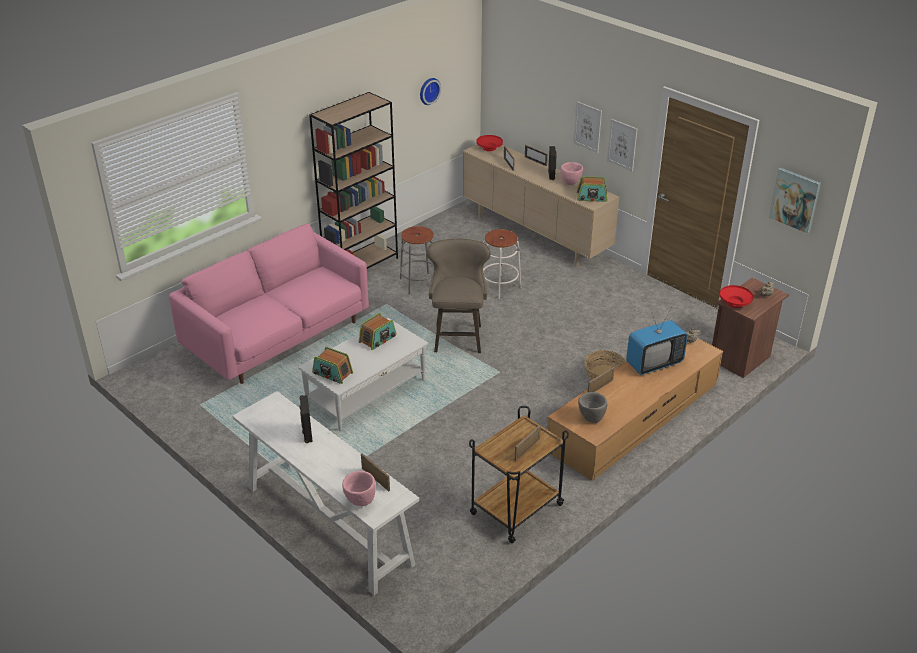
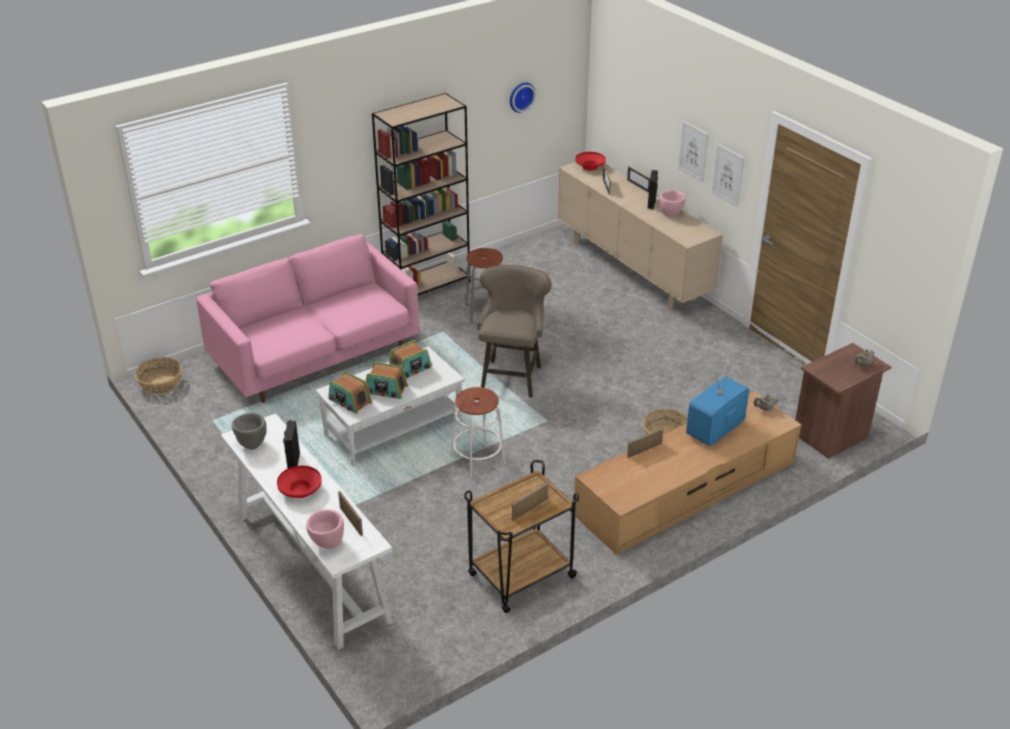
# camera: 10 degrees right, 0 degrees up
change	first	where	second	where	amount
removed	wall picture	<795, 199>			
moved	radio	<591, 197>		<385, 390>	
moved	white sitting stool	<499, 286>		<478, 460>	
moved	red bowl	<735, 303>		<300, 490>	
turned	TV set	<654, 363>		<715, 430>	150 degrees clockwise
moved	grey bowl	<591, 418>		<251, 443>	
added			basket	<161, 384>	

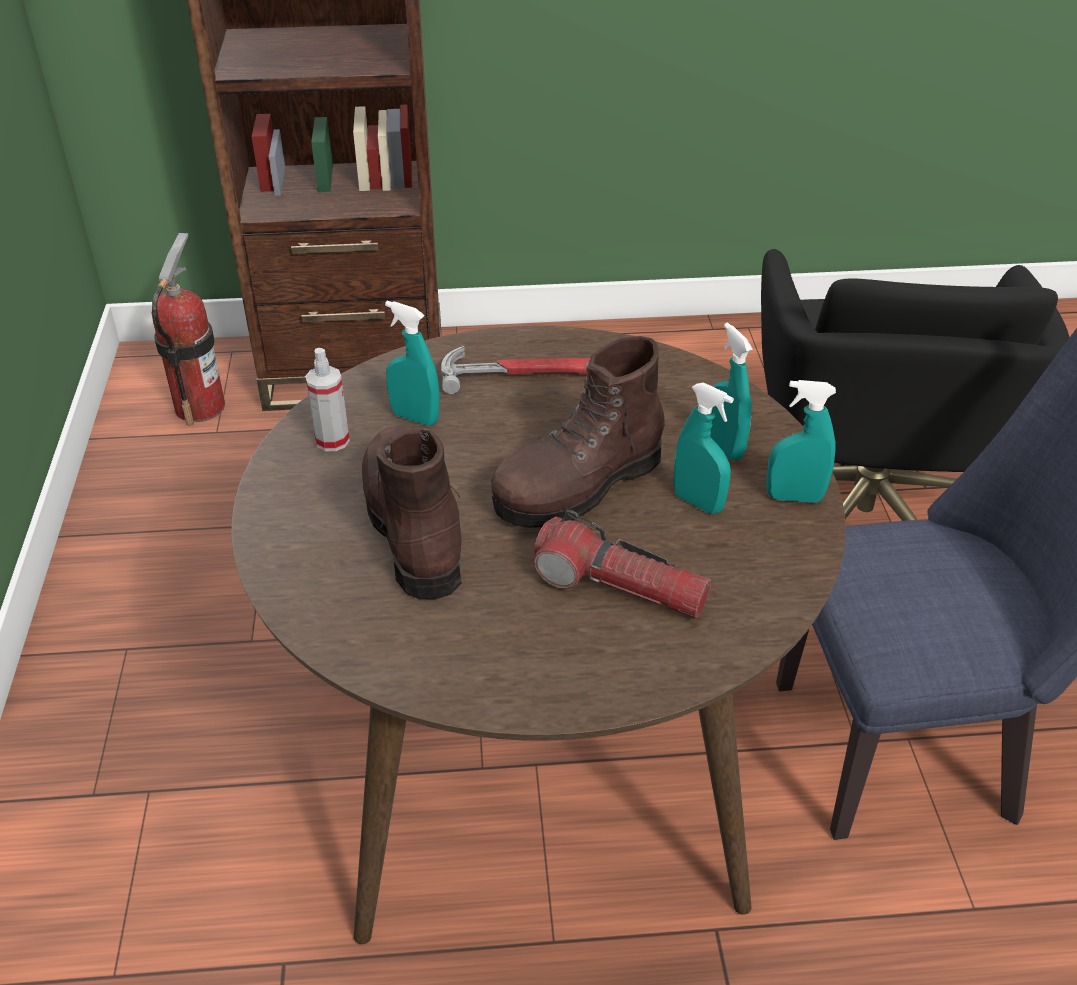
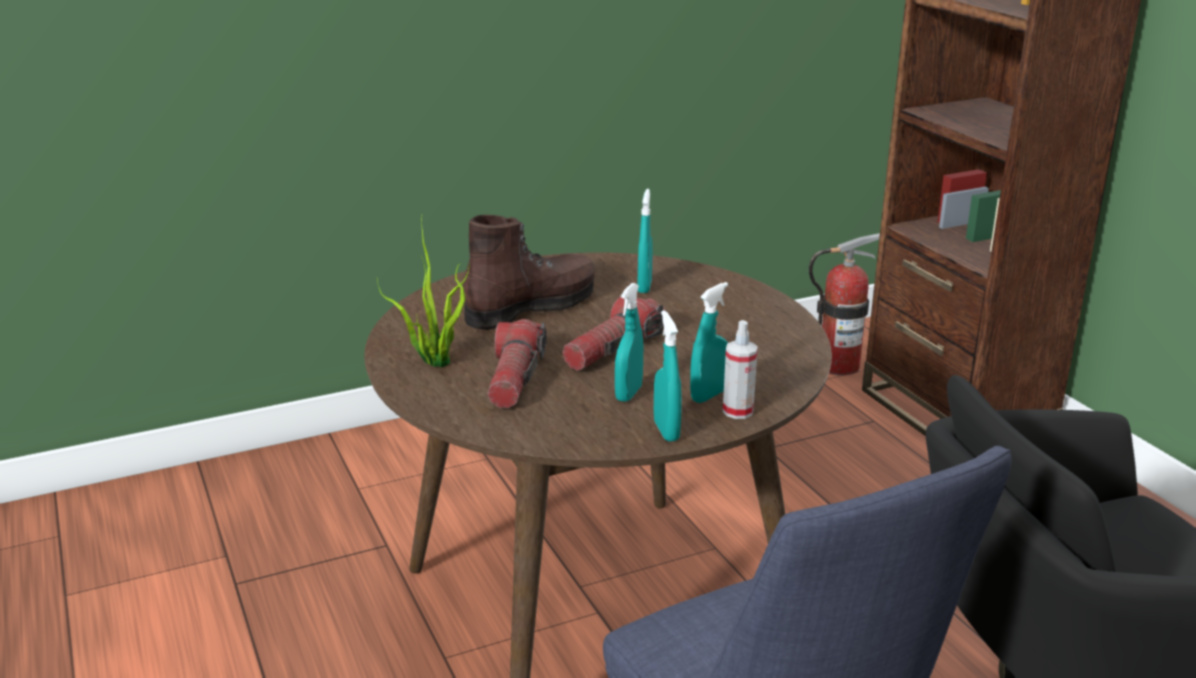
# camera: 70 degrees right, 15 degrees down
change	first	where	second	where	amount
replaced	brown-coloured high-top boot	<579, 486>	flashlight	<613, 349>	
removed	hand hammer	<518, 373>			
moved	spray bottle	<332, 441>		<738, 411>	
added			plant in a pot	<434, 361>	

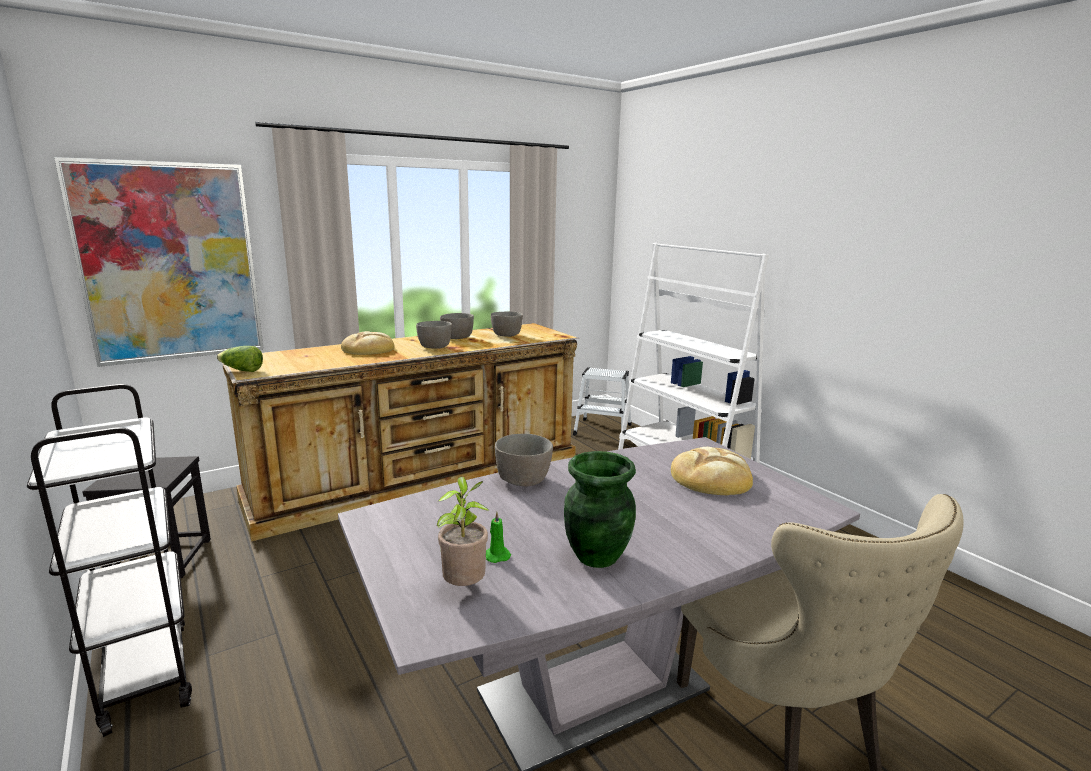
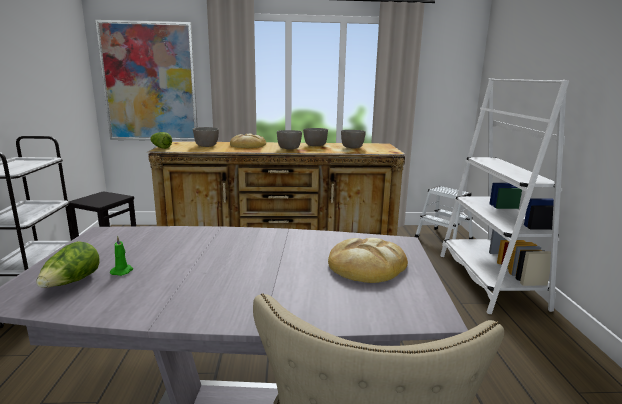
# camera: 30 degrees right, 0 degrees up
change	first	where	second	where	amount
moved	grey bowl	<524, 480>		<206, 146>	
removed	green-coloured decorative vase	<596, 556>			
replaced	plant in a pot	<464, 587>	lettuce head	<71, 282>	

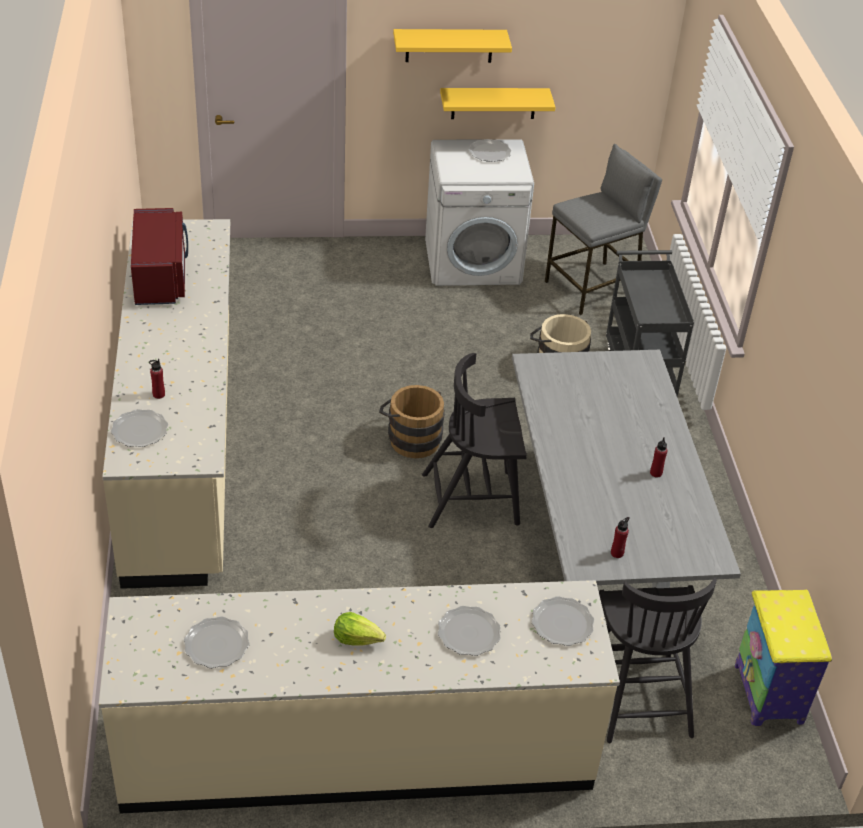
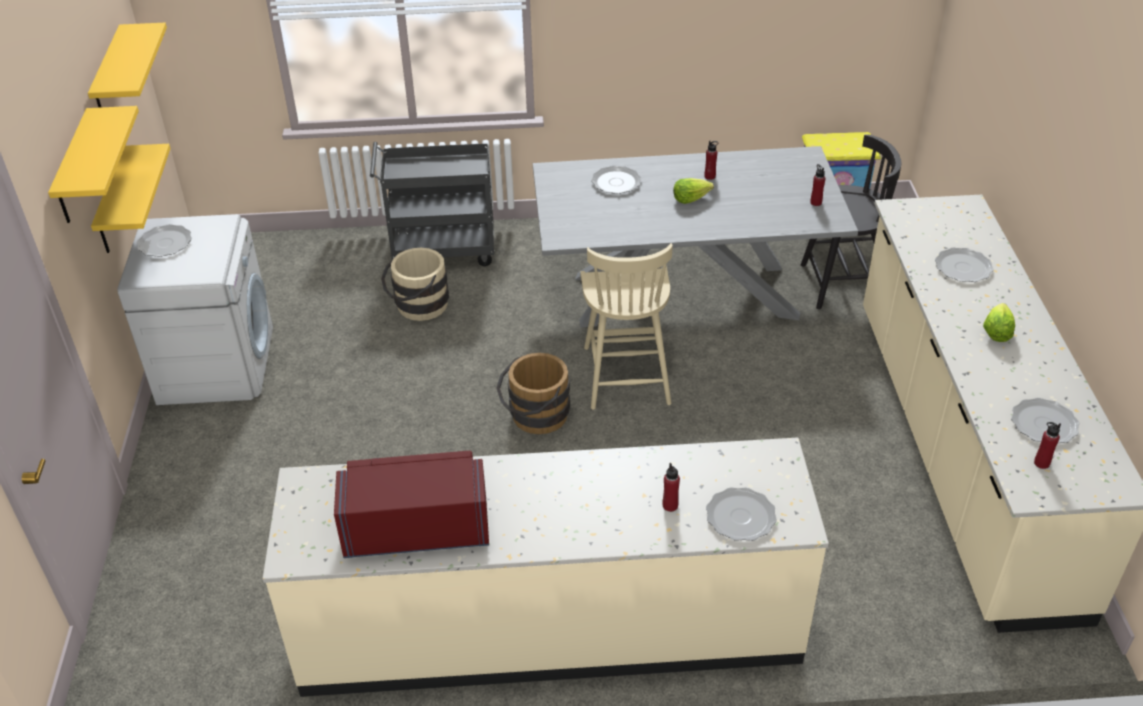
# camera: 85 degrees left, 0 degrees up
change	first	where	second	where	amount
removed	grey sitting stool	<593, 288>			
recoloured	blackish plain chair	<473, 498>	sand-coloured plain chair	<626, 372>	
moved	plate	<562, 623>		<615, 182>	
added			yellow-coloured bracket shelf	<109, 77>	
added			lettuce head	<690, 198>	
added			red beverage bottle	<1041, 463>	

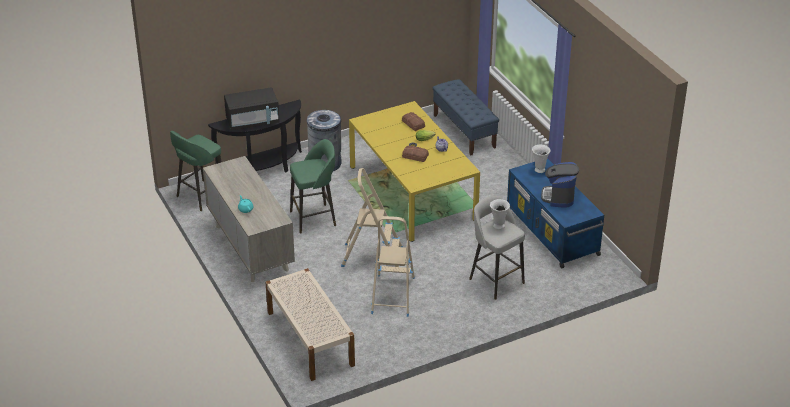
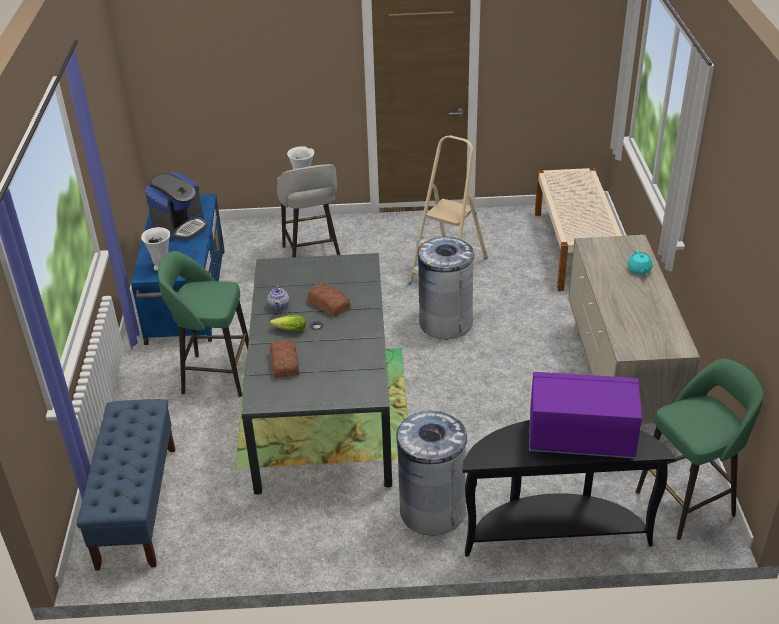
# camera: 155 degrees left, 0 degrees up
change	first	where	second	where	amount
recoloured	blackish microwave	<253, 121>	purplish microwave	<580, 437>	
recoloured	yellow-coloured dining table	<412, 193>	grey dining table	<324, 404>	
moved	green-coloured sitting stool	<314, 218>		<215, 375>	
replaced	sand-coloured stepladder	<373, 257>	grey rubbish bin	<445, 322>	

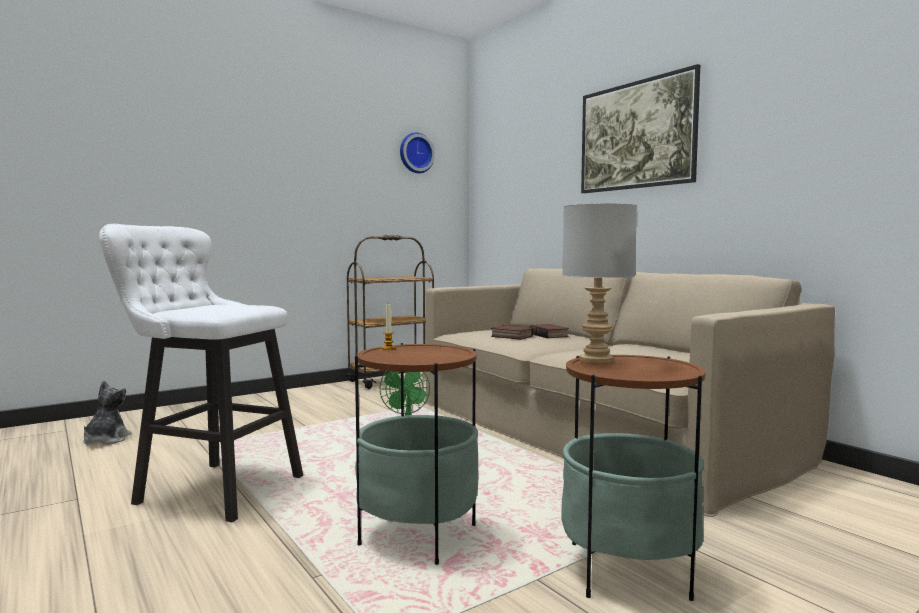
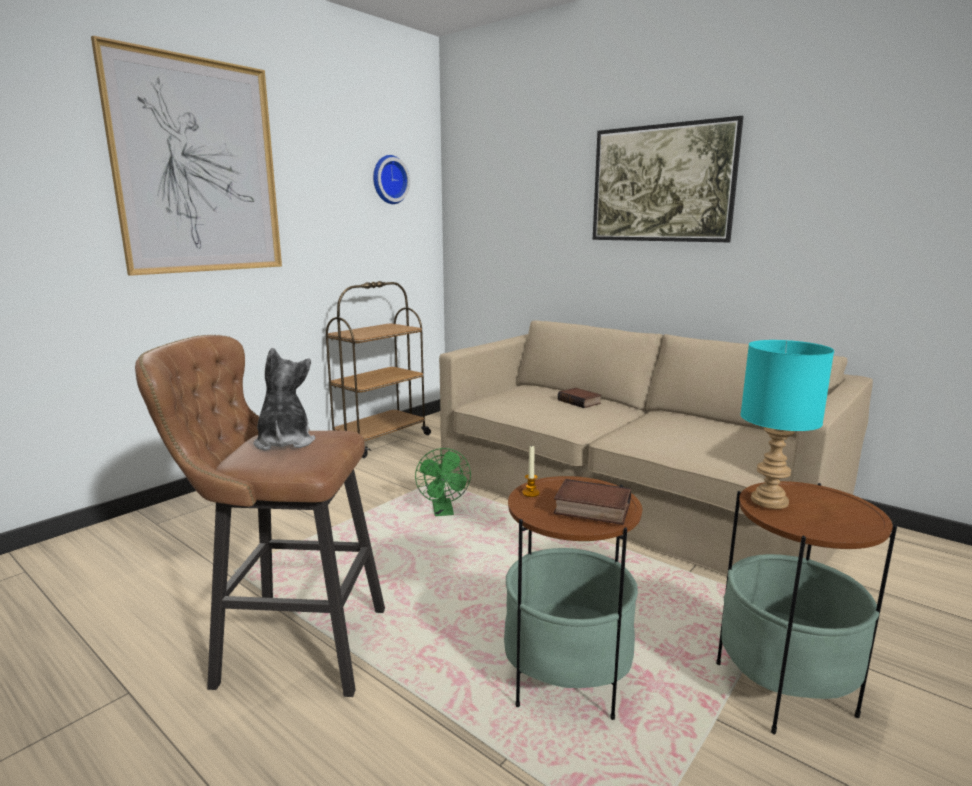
# camera: 15 degrees left, 10 degrees up
change	first	where	second	where	amount
recoloured	grey tabletop lamp	<595, 360>	blue-green tabletop lamp	<768, 501>	
recoloured	white sitting stool	<207, 487>	brown-coloured sitting stool	<283, 644>	
moved	book	<510, 336>		<590, 509>	
moved	cuddly toy	<106, 440>		<284, 442>	
added			wall picture	<198, 167>	

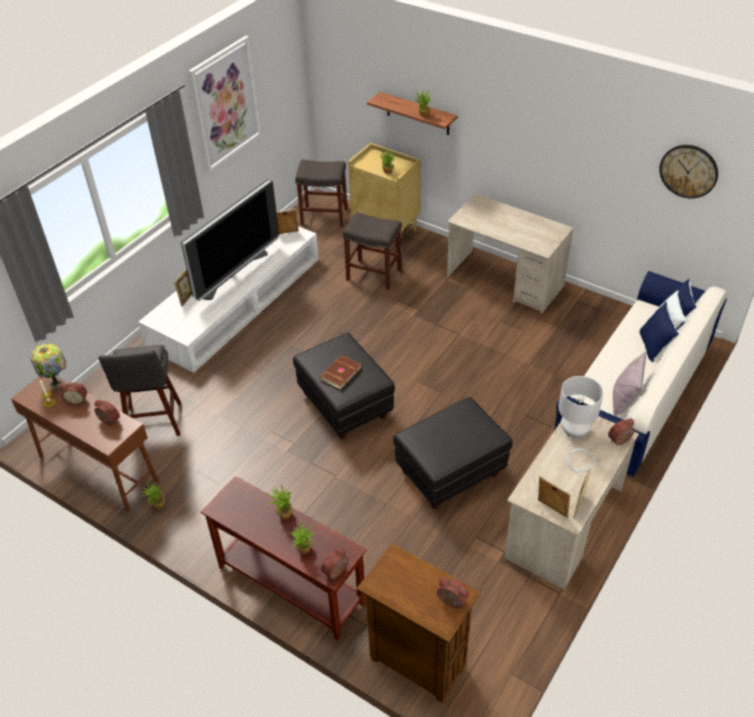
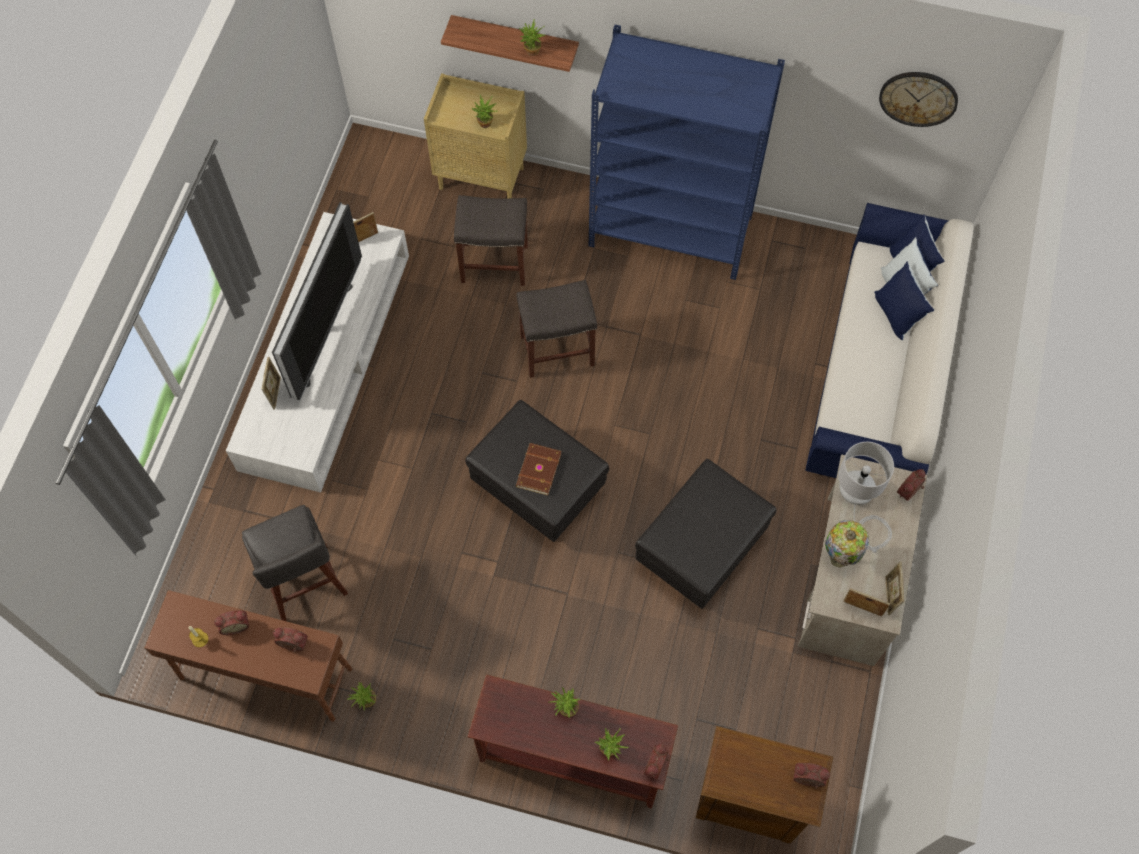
# camera: 20 degrees left, 20 degrees up
change	first	where	second	where	amount
removed	wall picture	<225, 104>			
moved	grey sitting stool	<325, 216>		<558, 349>	
replaced	sand-coloured desk	<505, 281>	bluish bookshelf	<670, 231>	
moved	tabletop lamp	<57, 383>		<840, 557>	
removed	purplish pillow	<623, 401>			

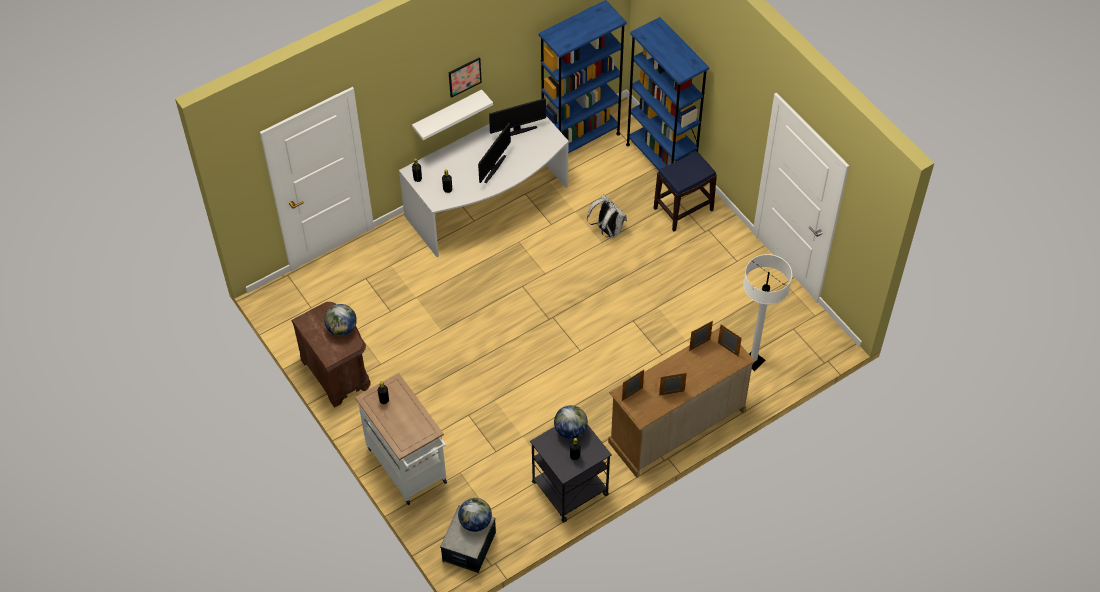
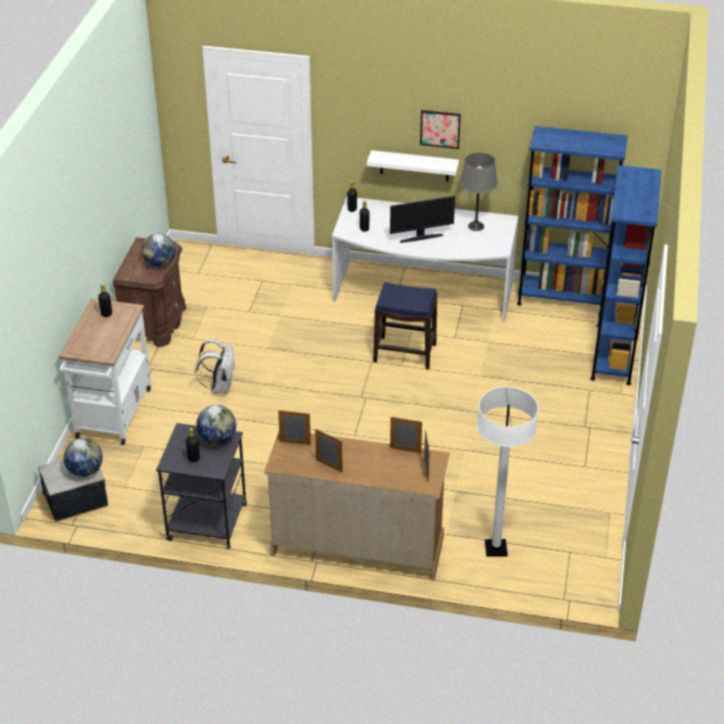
# camera: 45 degrees right, 15 degrees down
change	first	where	second	where	amount
replaced	computer screen	<517, 131>	grey tabletop lamp	<476, 226>	
moved	sitting stool	<683, 209>		<404, 353>	
moved	white rucksack	<607, 230>		<220, 386>	

